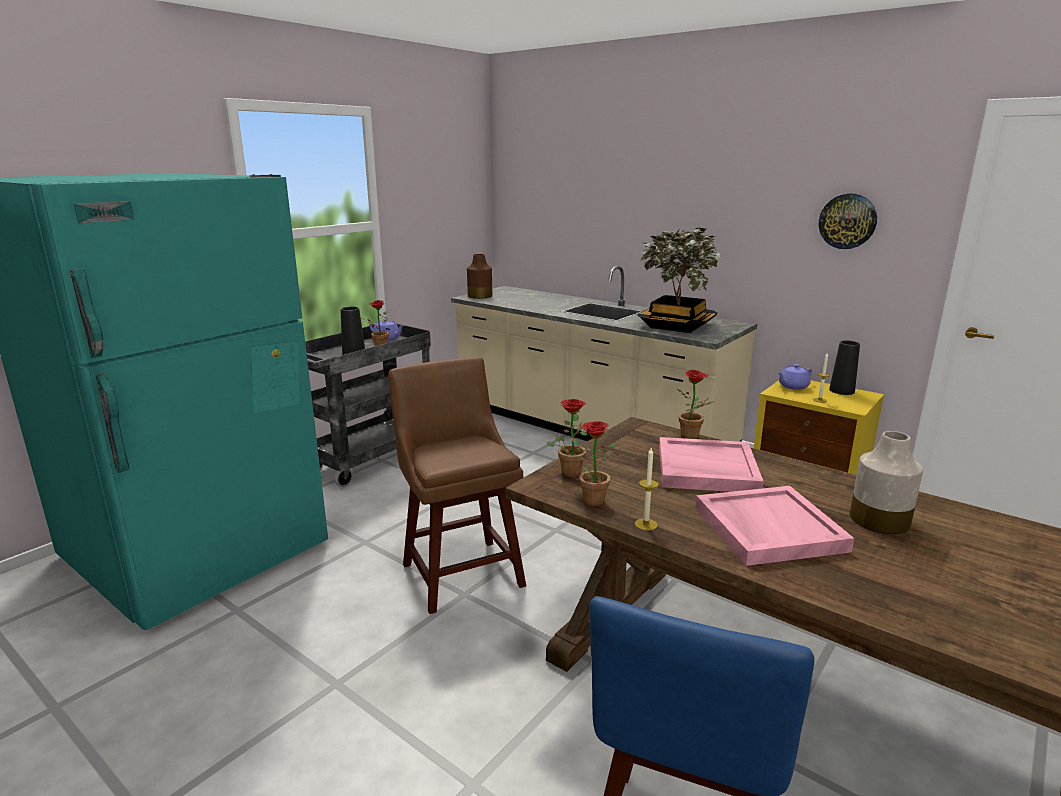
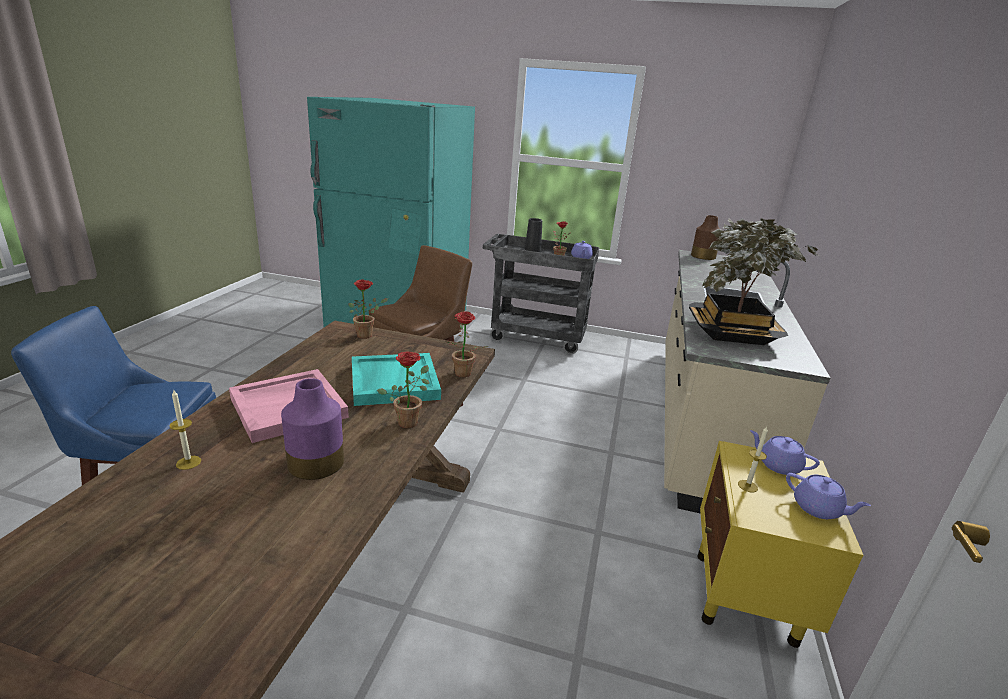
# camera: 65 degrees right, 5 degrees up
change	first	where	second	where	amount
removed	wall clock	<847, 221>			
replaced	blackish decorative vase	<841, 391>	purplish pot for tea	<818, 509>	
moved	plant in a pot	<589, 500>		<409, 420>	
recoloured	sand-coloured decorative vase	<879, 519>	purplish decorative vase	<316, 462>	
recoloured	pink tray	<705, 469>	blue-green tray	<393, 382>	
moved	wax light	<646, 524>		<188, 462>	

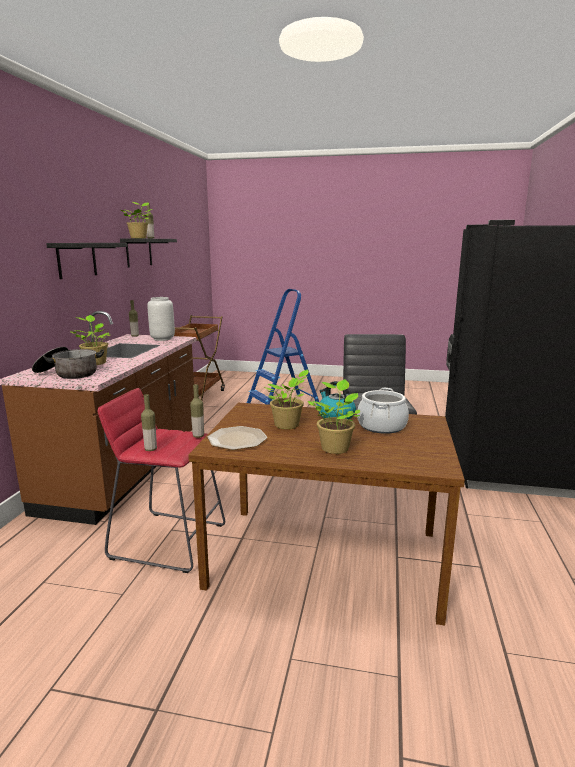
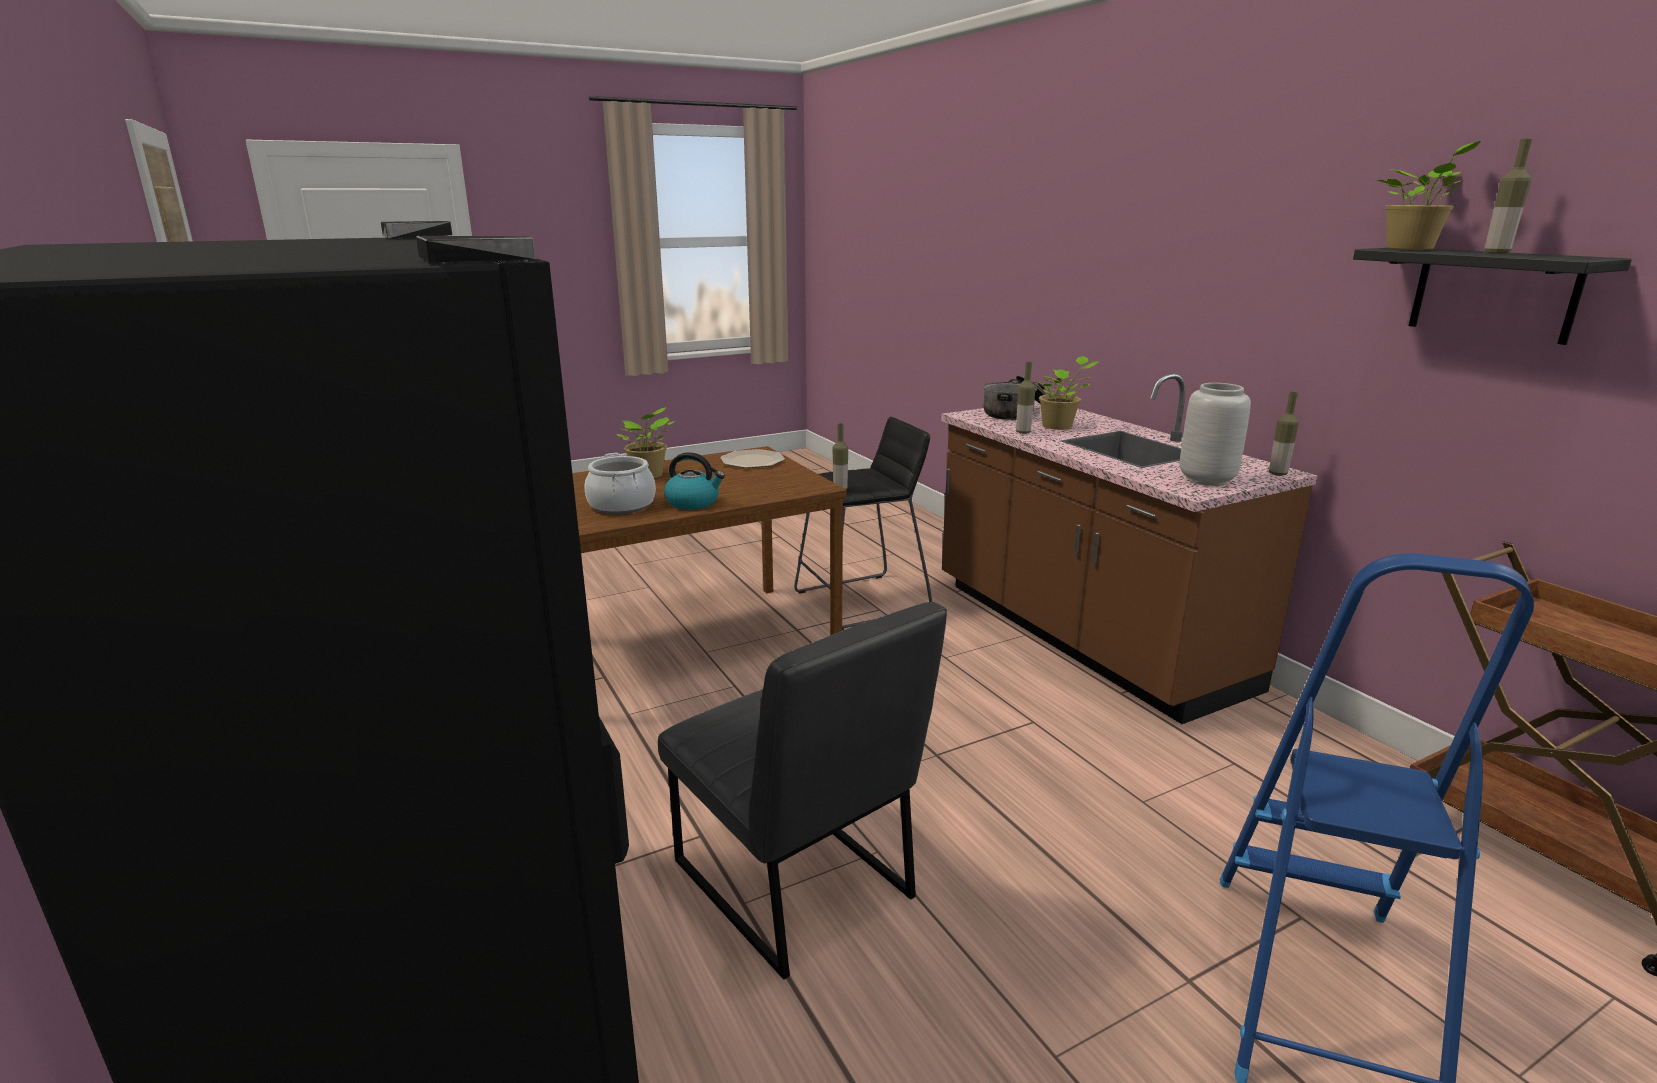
# camera: 140 degrees right, 5 degrees up
change	first	where	second	where	amount
removed	blackish bracket shelf	<77, 260>			
removed	plant in a pot	<288, 425>			
recoloured	red sitting stool	<168, 540>	blackish sitting stool	<862, 602>	
moved	beverage bottle	<150, 449>		<1023, 432>	

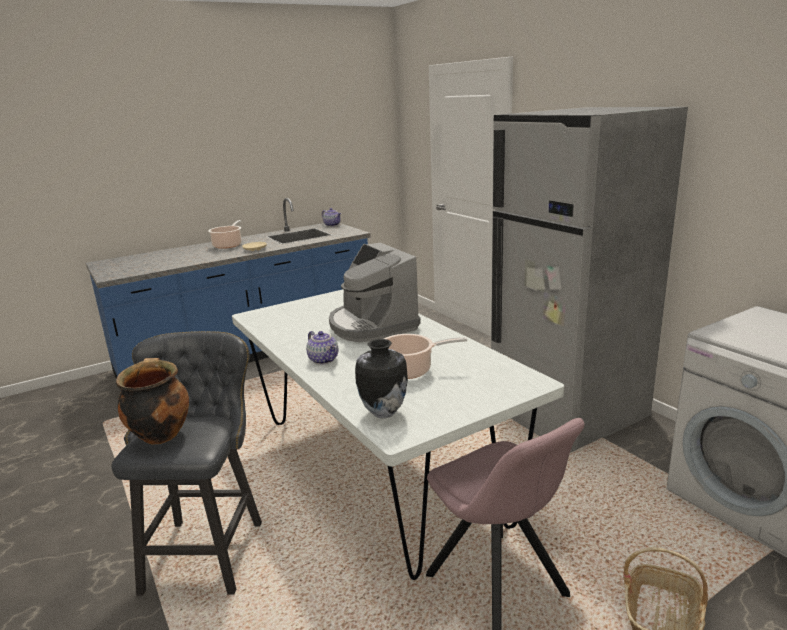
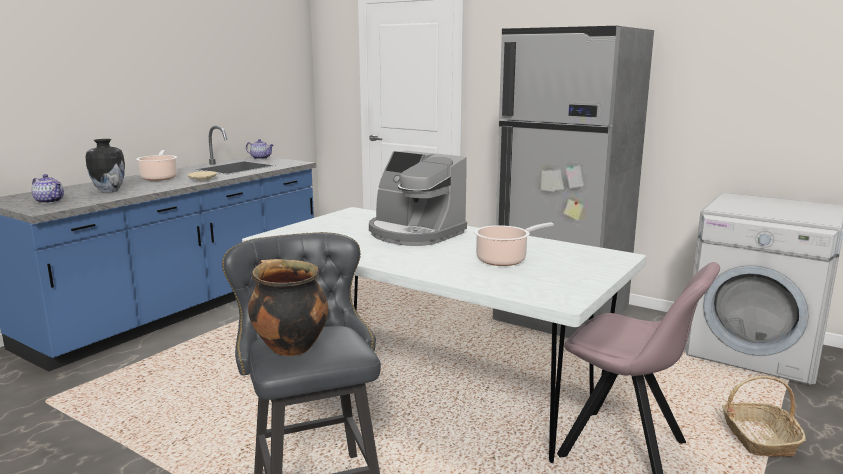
# camera: 25 degrees left, 5 degrees down
change	first	where	second	where	amount
moved	pot for tea	<324, 360>		<50, 201>	
moved	decorative vase	<383, 412>		<108, 191>	

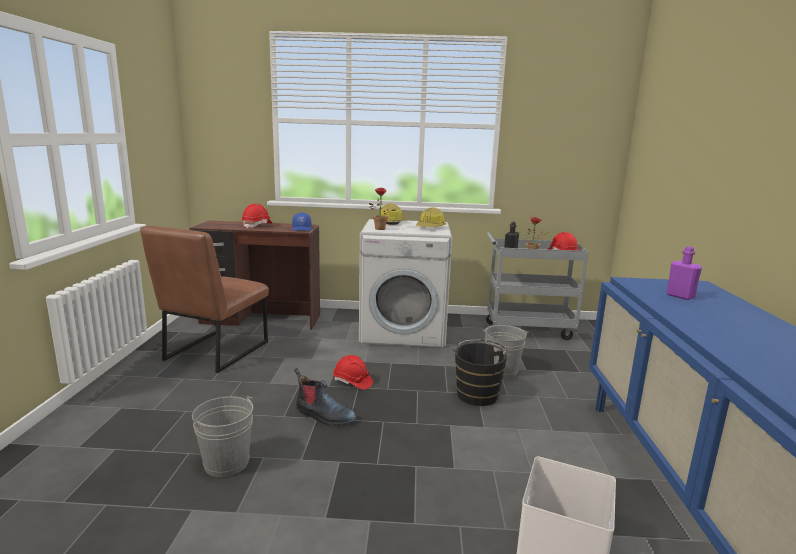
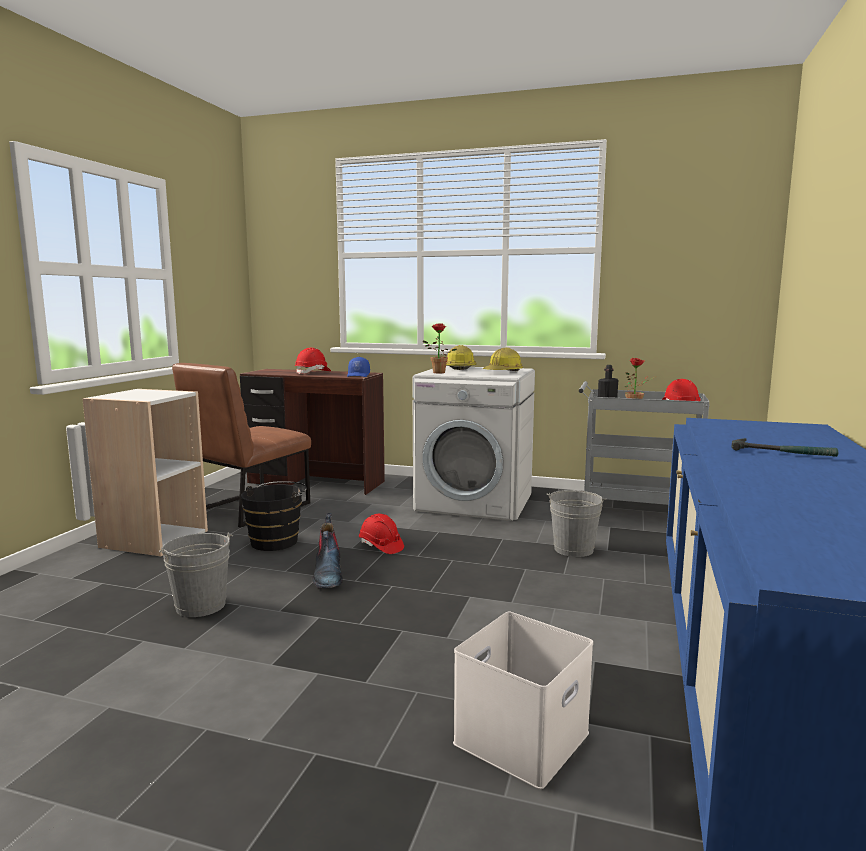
# camera: 15 degrees right, 5 degrees down
change	first	where	second	where	amount
removed	purplish beverage bottle	<680, 296>			
moved	blackish water bucket	<477, 393>		<277, 541>	
turned	high-top boot	<323, 416>		<328, 574>	45 degrees clockwise
added			bookshelf	<155, 538>	
added			hand hammer	<782, 453>	

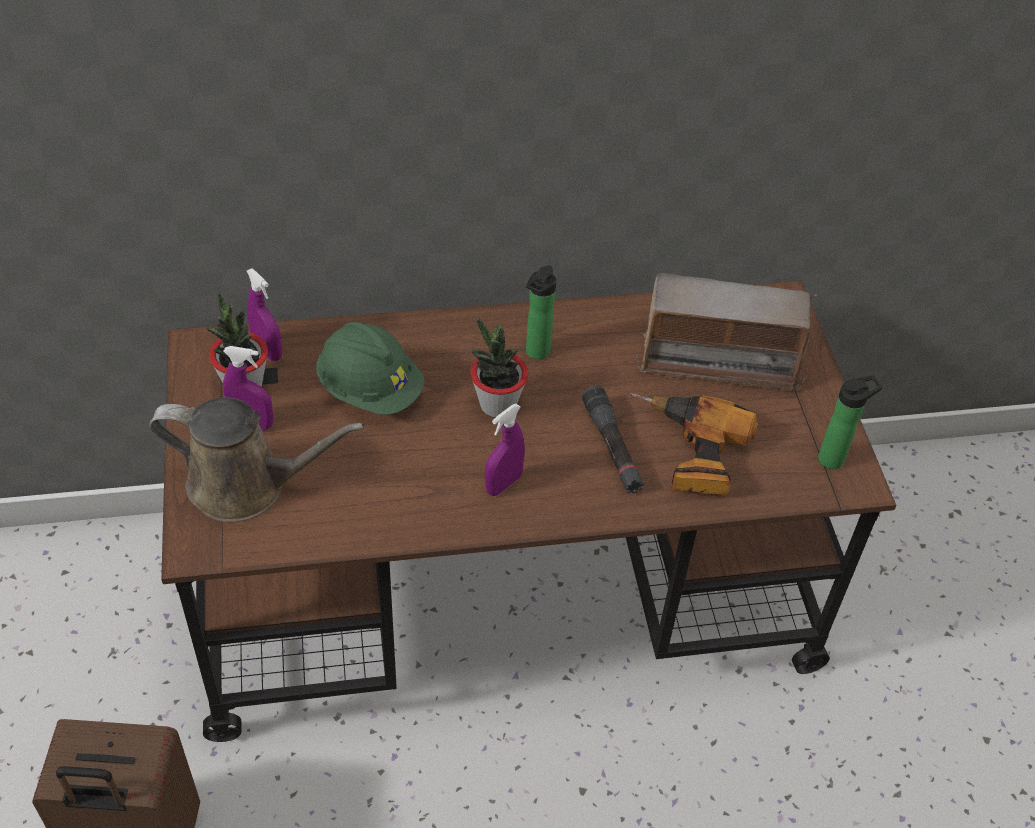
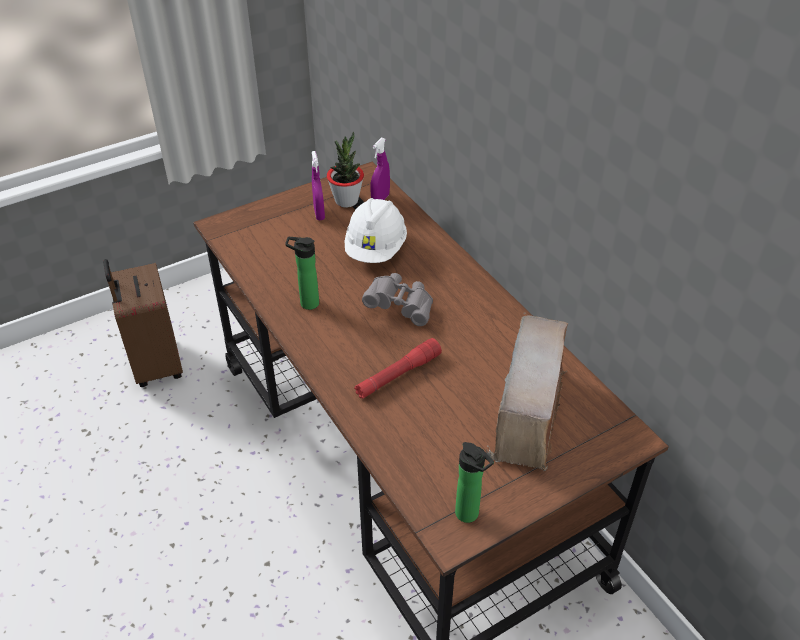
# camera: 70 degrees right, 5 degrees down
change	first	where	second	where	amount
moved	beverage bottle	<536, 353>		<306, 303>	
turned	radio	<719, 361>		<527, 414>	150 degrees counterclockwise
replaced	plant in a pot	<497, 404>	grey field glasses	<400, 307>	
recoloured	green-coloured safety helmet	<370, 390>	white safety helmet	<376, 249>	
recoloured	blackish flashlight	<612, 447>	red flashlight	<398, 375>	
removed	power drill	<690, 453>			
removed	brown-coloured watering pot	<247, 485>			
removed	purplish spray bottle	<503, 484>			

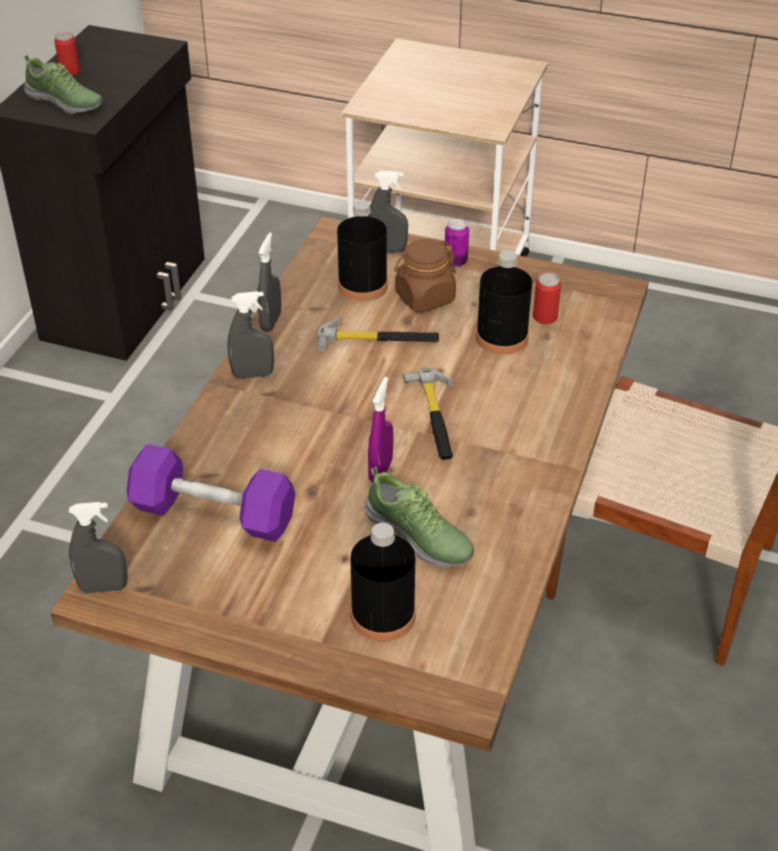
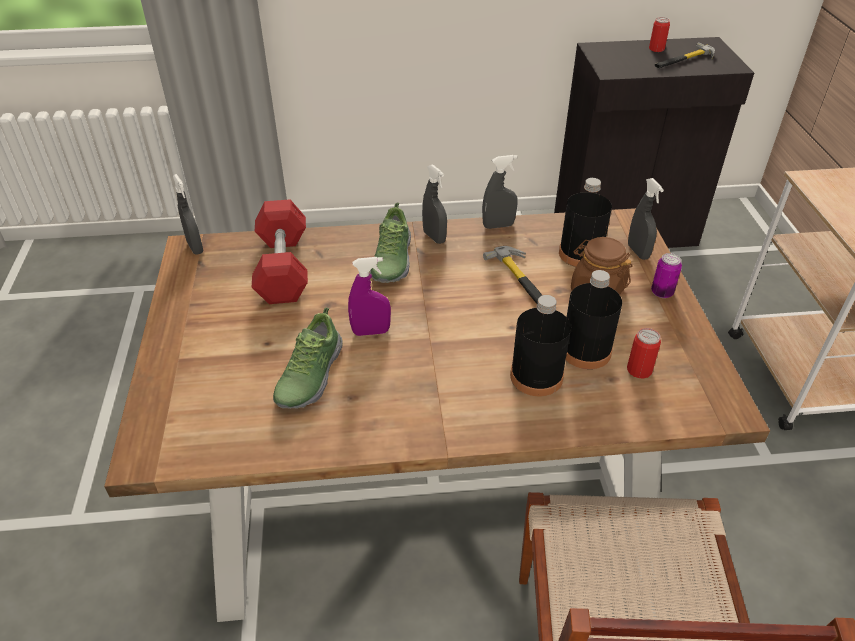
# camera: 65 degrees right, 0 degrees up
change	first	where	second	where	amount
moved	shoe	<65, 102>		<391, 260>	
moved	hand hammer	<436, 417>		<683, 60>	
recoloured	purplish hand weight	<213, 513>	red hand weight	<283, 267>	
moved	blackish beverage bottle	<383, 615>		<536, 376>	

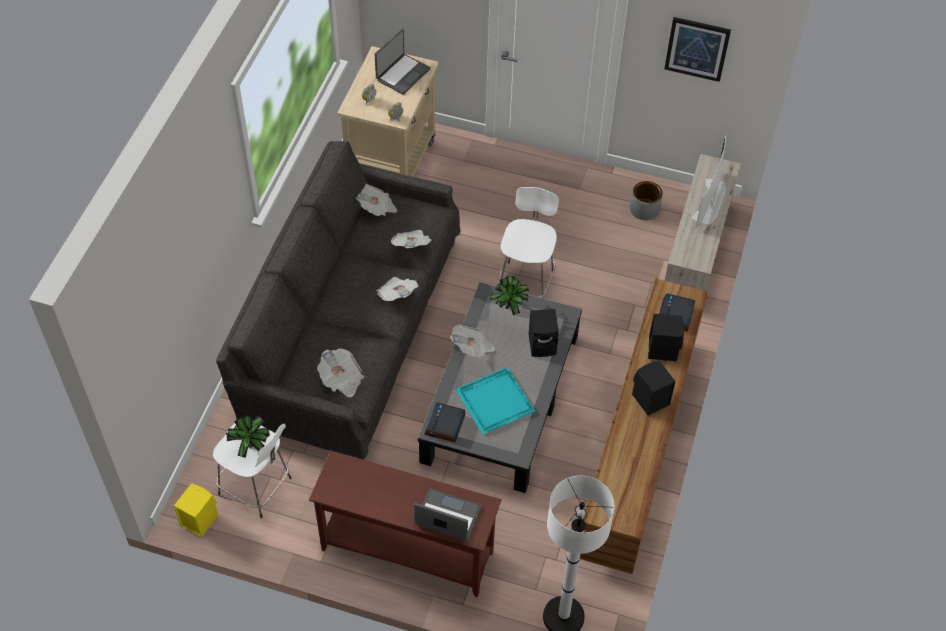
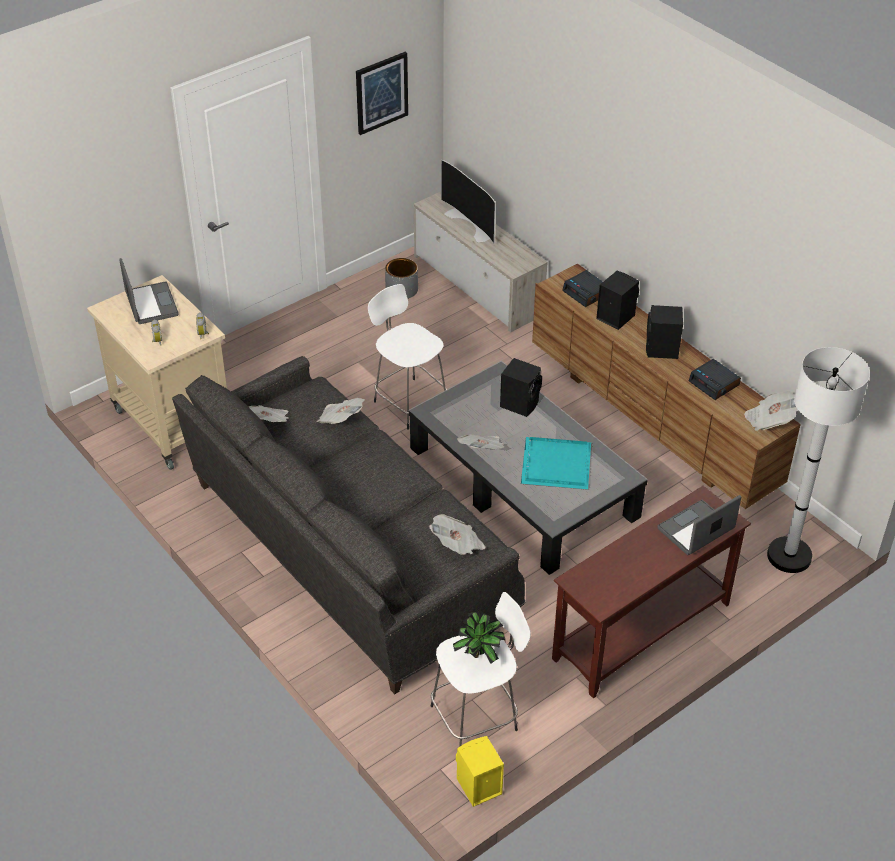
# camera: 55 degrees left, 10 degrees down
change	first	where	second	where	amount
removed	plant in a pot	<510, 307>			
moved	daily paper	<397, 295>		<769, 420>	
moved	table clock	<445, 425>		<714, 383>	

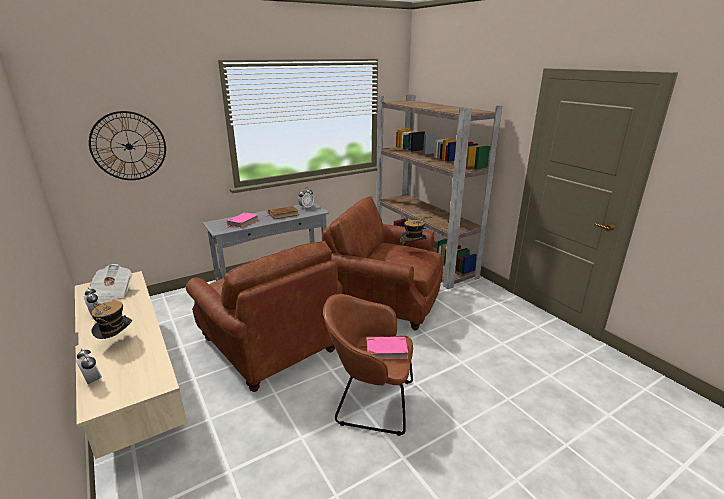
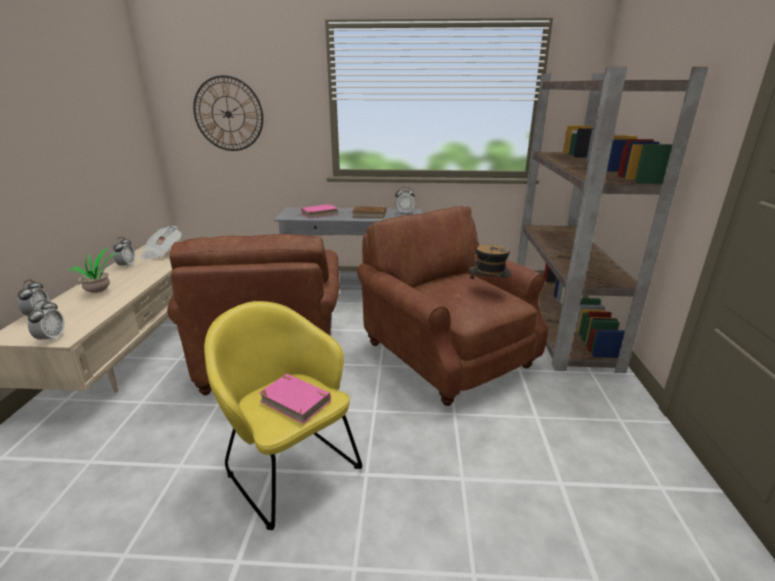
# camera: 35 degrees right, 0 degrees up
change	first	where	second	where	amount
recoloured	brown-coloured lounge chair	<370, 401>	yellow-coloured lounge chair	<289, 466>	
replaced	clothing hat	<117, 342>	plant in a pot	<100, 291>	
added			table clock	<52, 338>	

